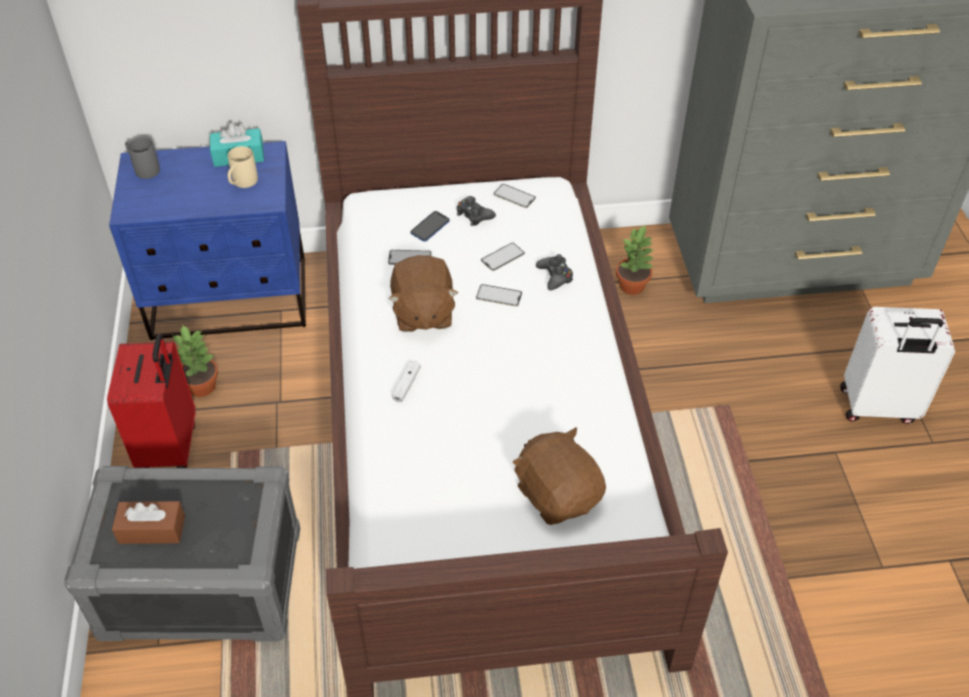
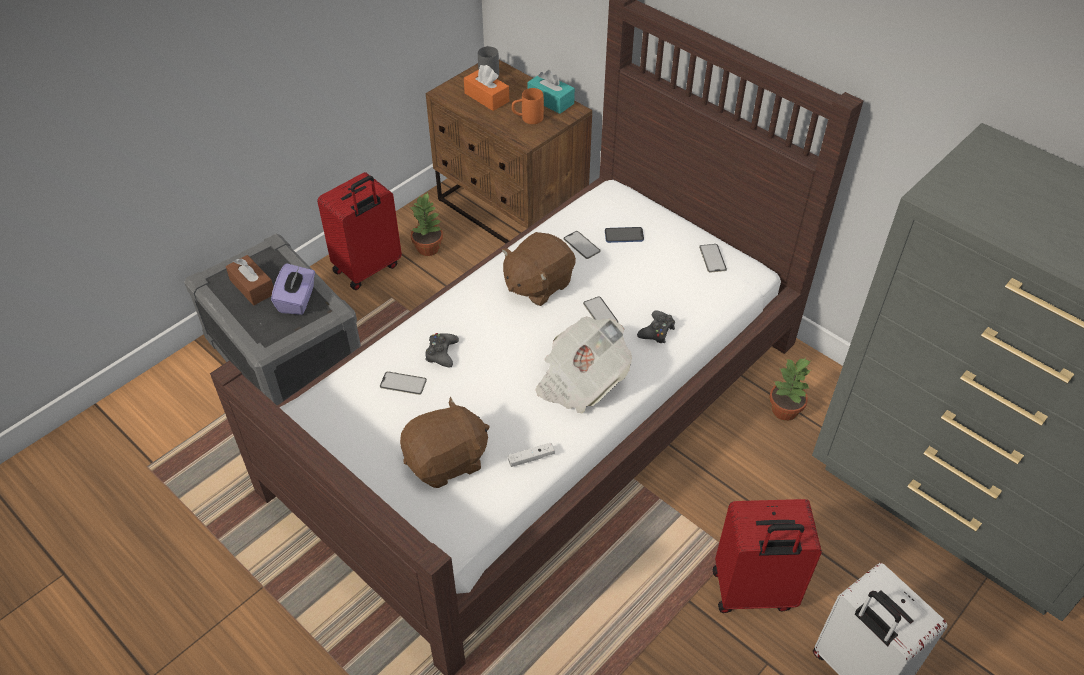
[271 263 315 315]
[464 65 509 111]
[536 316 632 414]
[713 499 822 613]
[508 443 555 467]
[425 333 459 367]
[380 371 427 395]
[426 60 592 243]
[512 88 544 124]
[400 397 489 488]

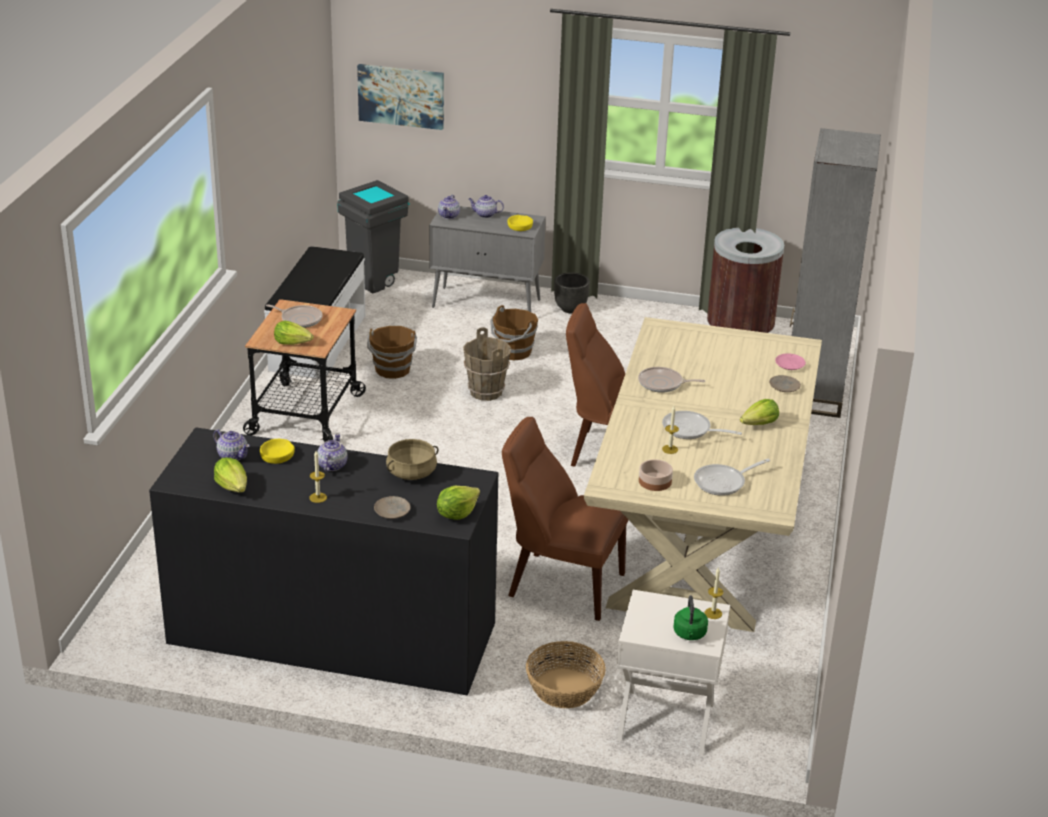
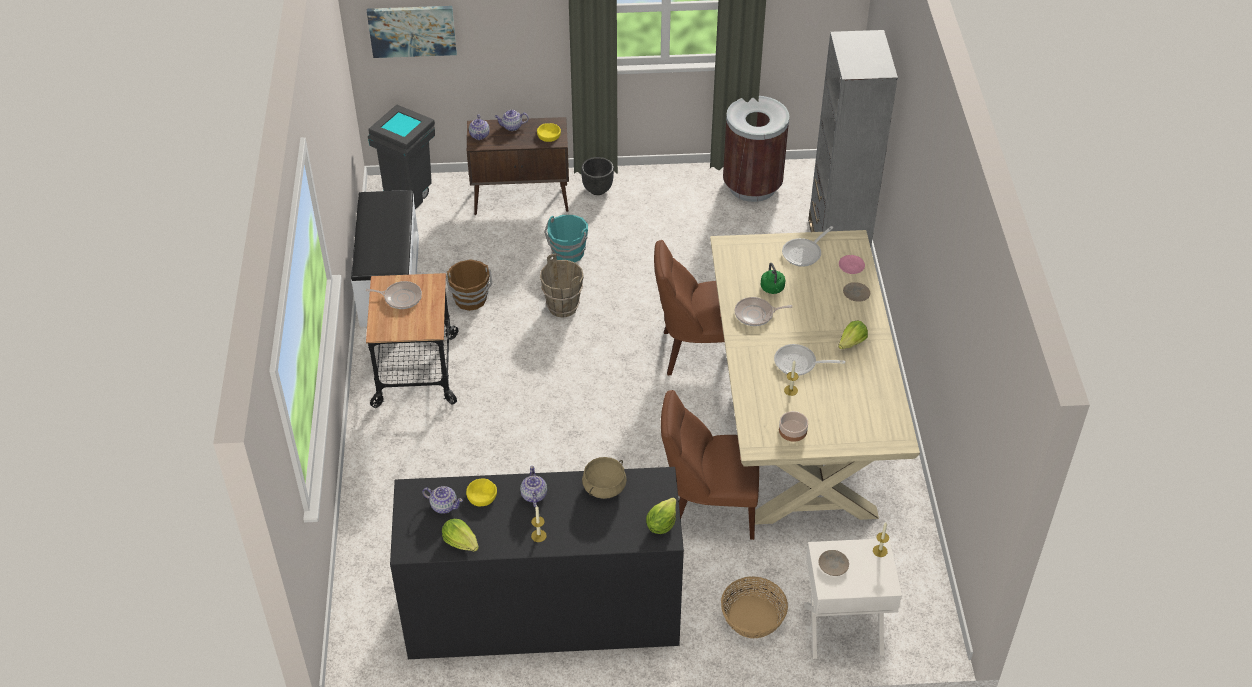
[274 321 314 345] (first image)
[818 550 849 576]
[761 263 785 294]
[782 226 833 267]
[467 117 569 215]
[544 215 588 262]

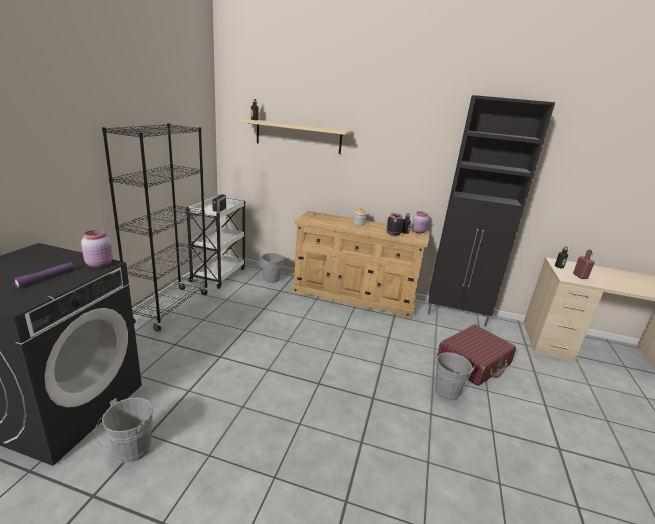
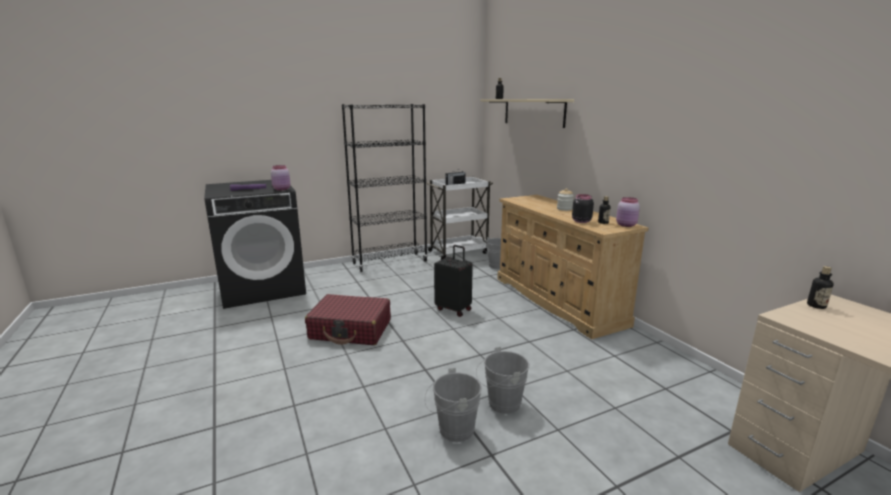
[428 95 555 327] (first image)
[573 249 595 279] (first image)
[434 245 473 317]
[425 368 482 442]
[305 294 391 345]

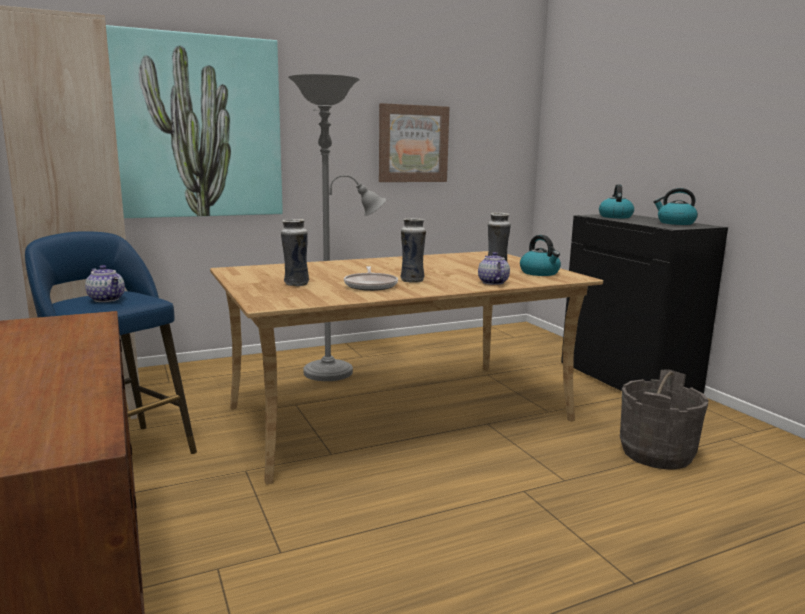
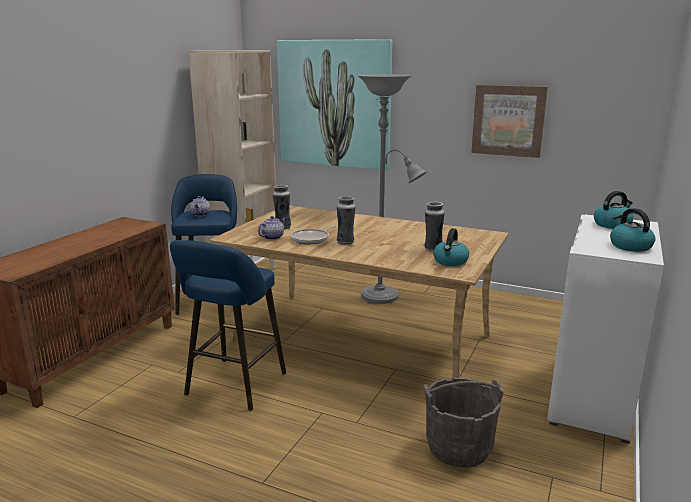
[170 240 286 411]
[258 216 286 240]
[547 214 664 444]

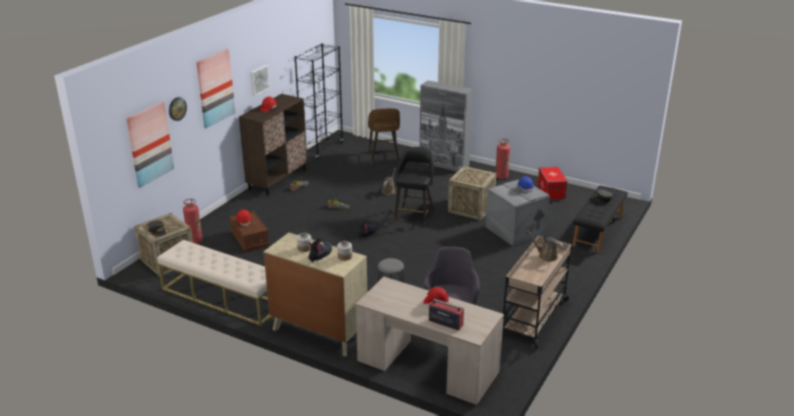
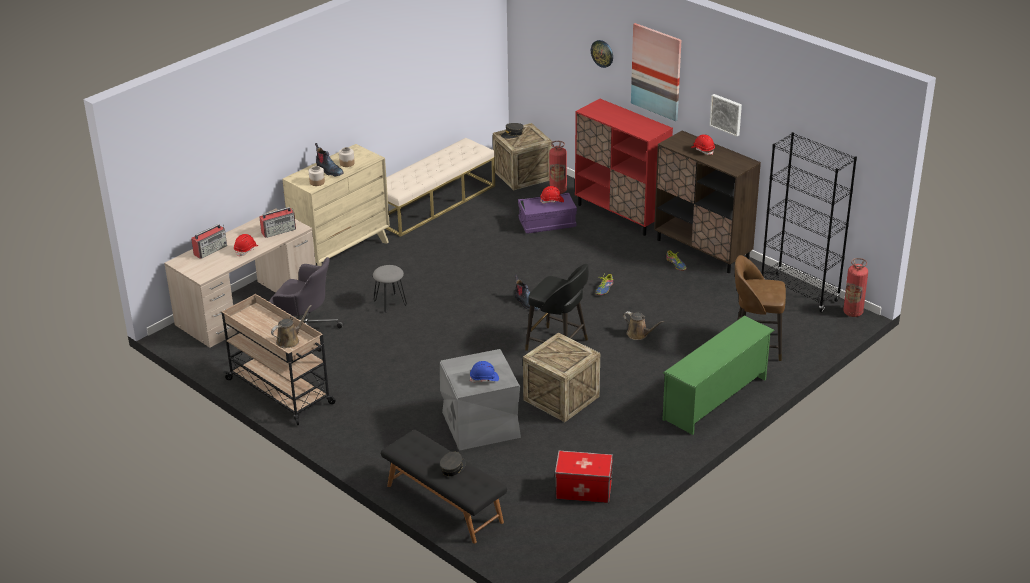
[126 102 174 188] (first image)
[259 207 296 238]
[575 99 673 236]
[843 258 868 317]
[662 316 775 435]
[518 193 577 233]

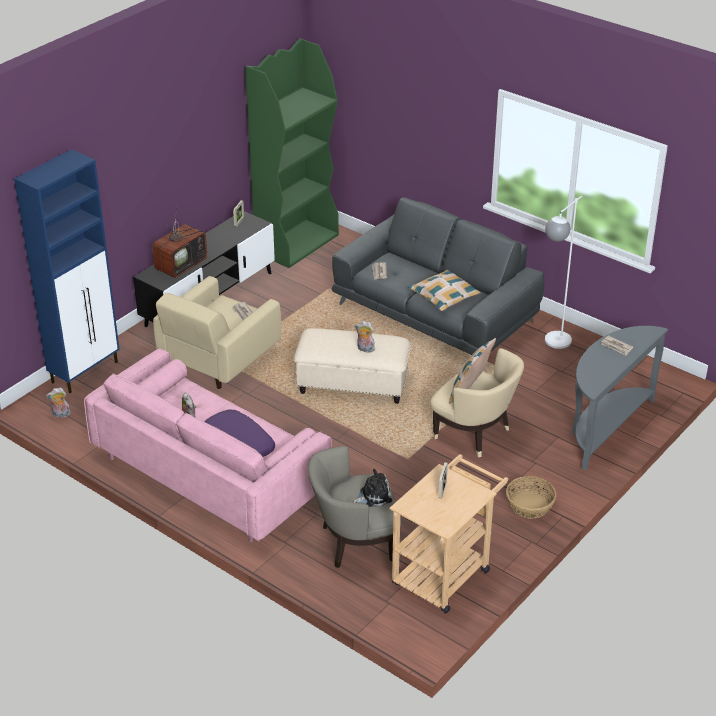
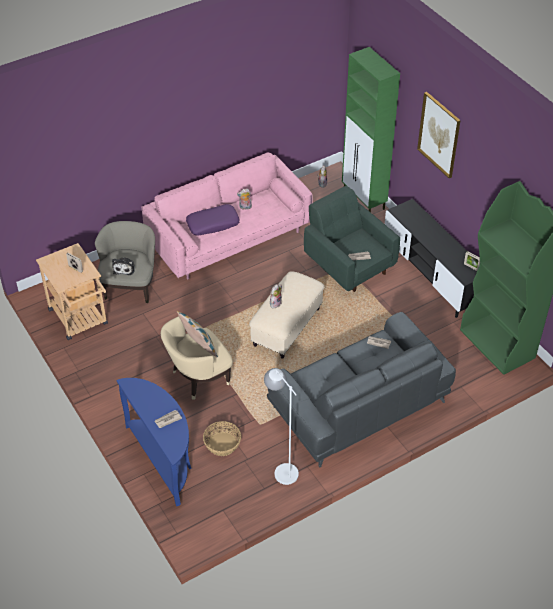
[152 205 207 278] (first image)
[408 270 481 311] (first image)
[417 92 461 178]
[203 421 241 456]
[342 47 400 212]
[304 186 400 292]
[116 378 191 506]

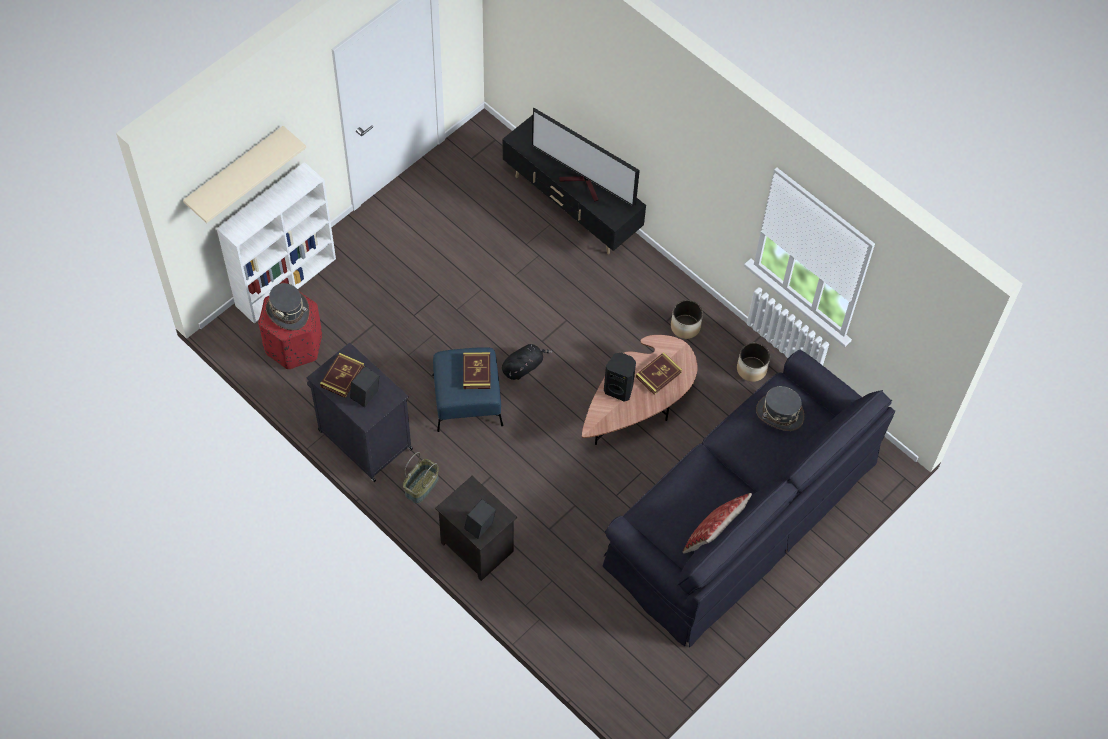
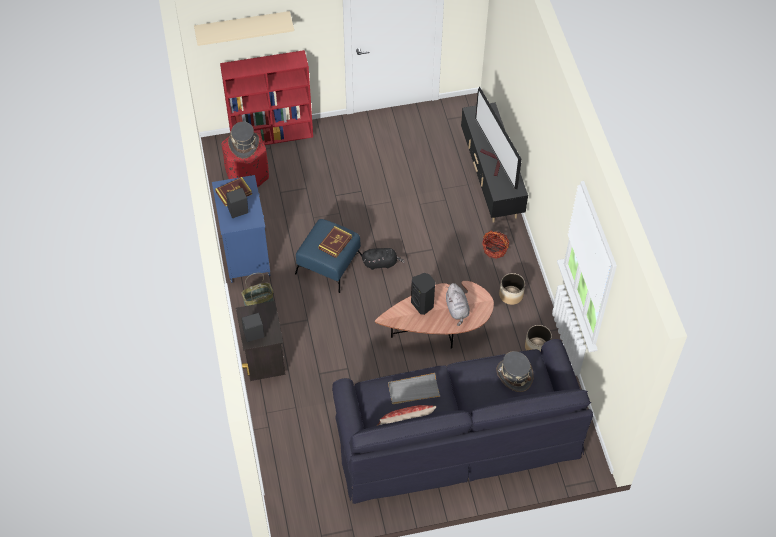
[388 373 441 404]
[482 231 510 259]
[445 283 470 326]
[220 50 313 145]
[212 175 270 283]

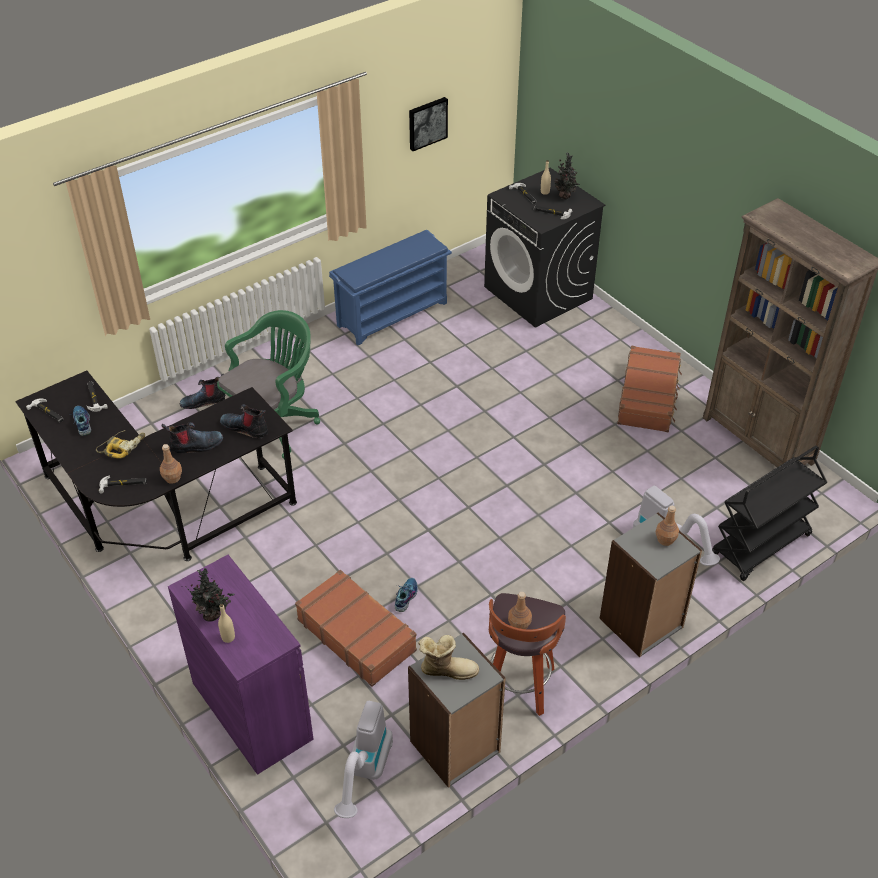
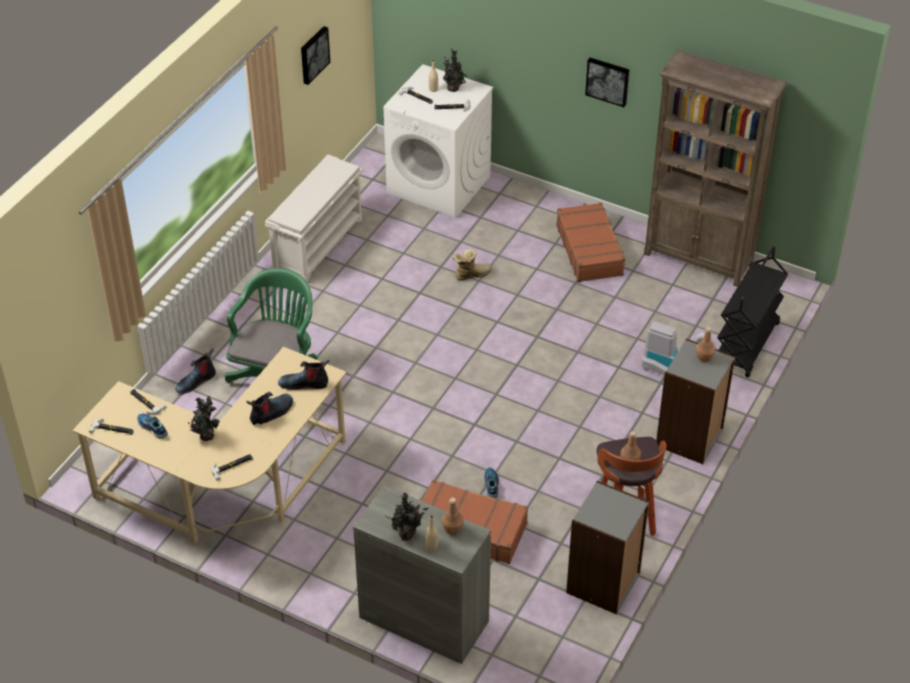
[334 701 393 818] (first image)
[585 58 629 107]
[442 498 464 535]
[453 249 492 280]
[188 396 220 441]
[72 347 347 545]
[353 485 491 664]
[265 155 363 282]
[383 64 493 218]

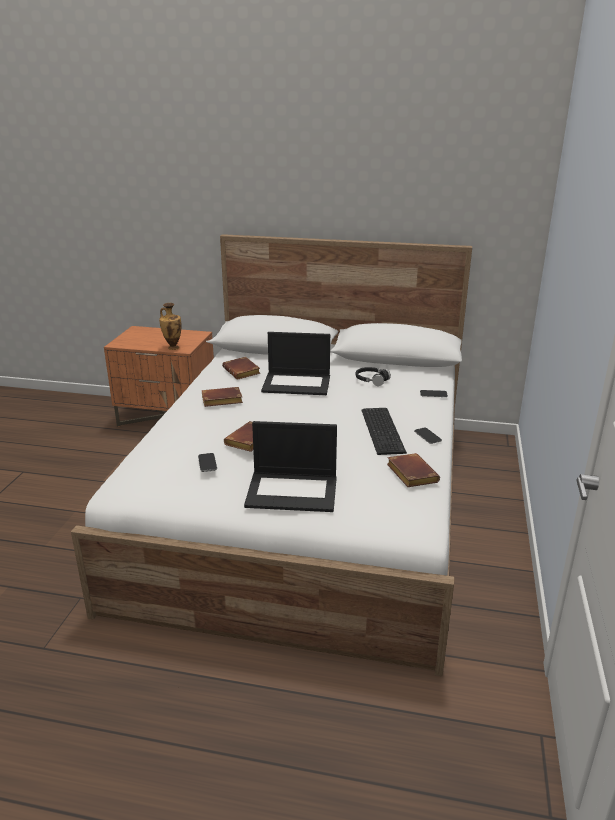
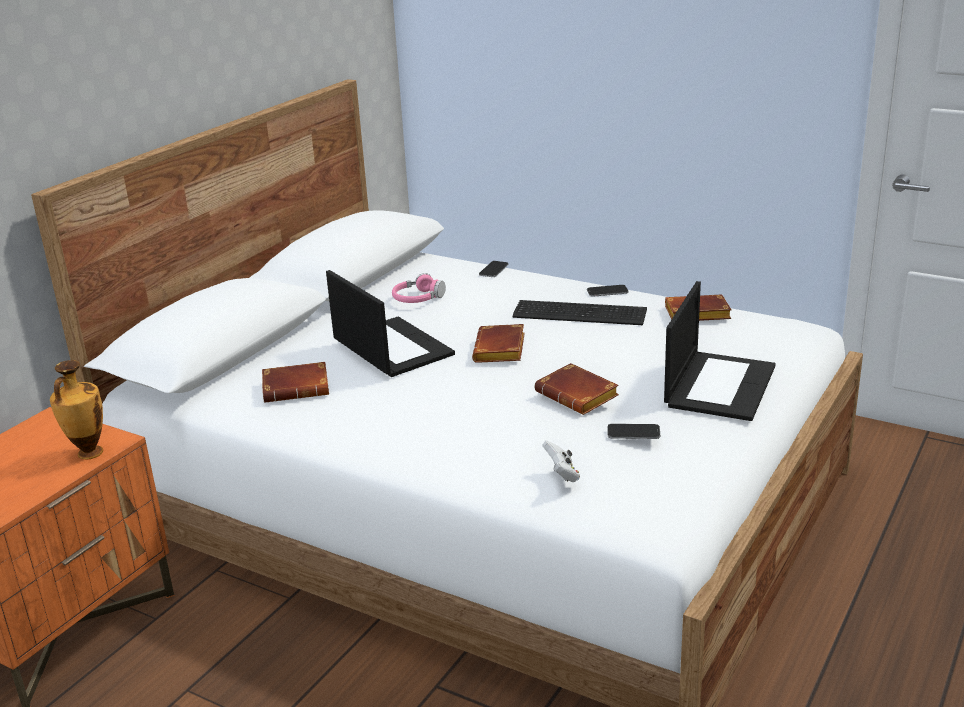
[542 441 580 482]
[472 324 525 363]
[392 273 446 303]
[326 270 455 377]

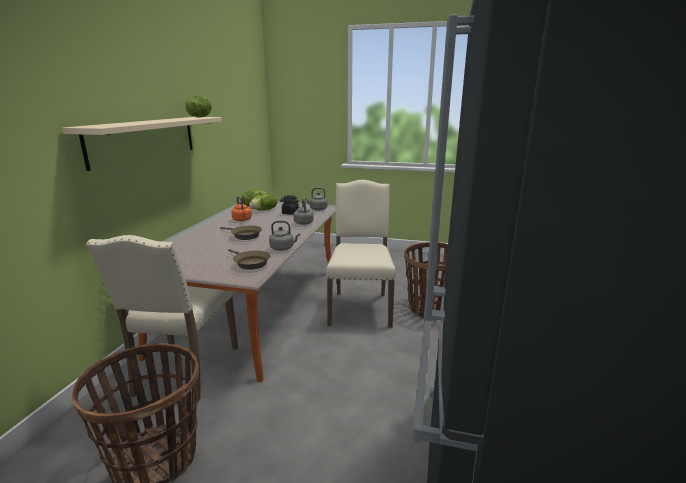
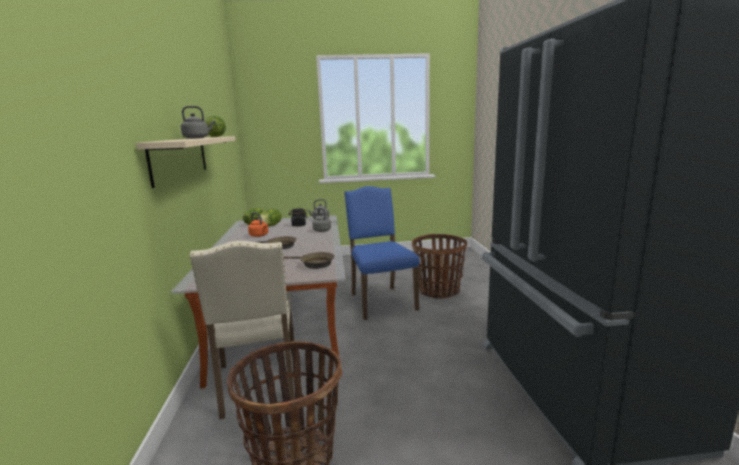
[181 106 215 139]
[344 186 420 320]

